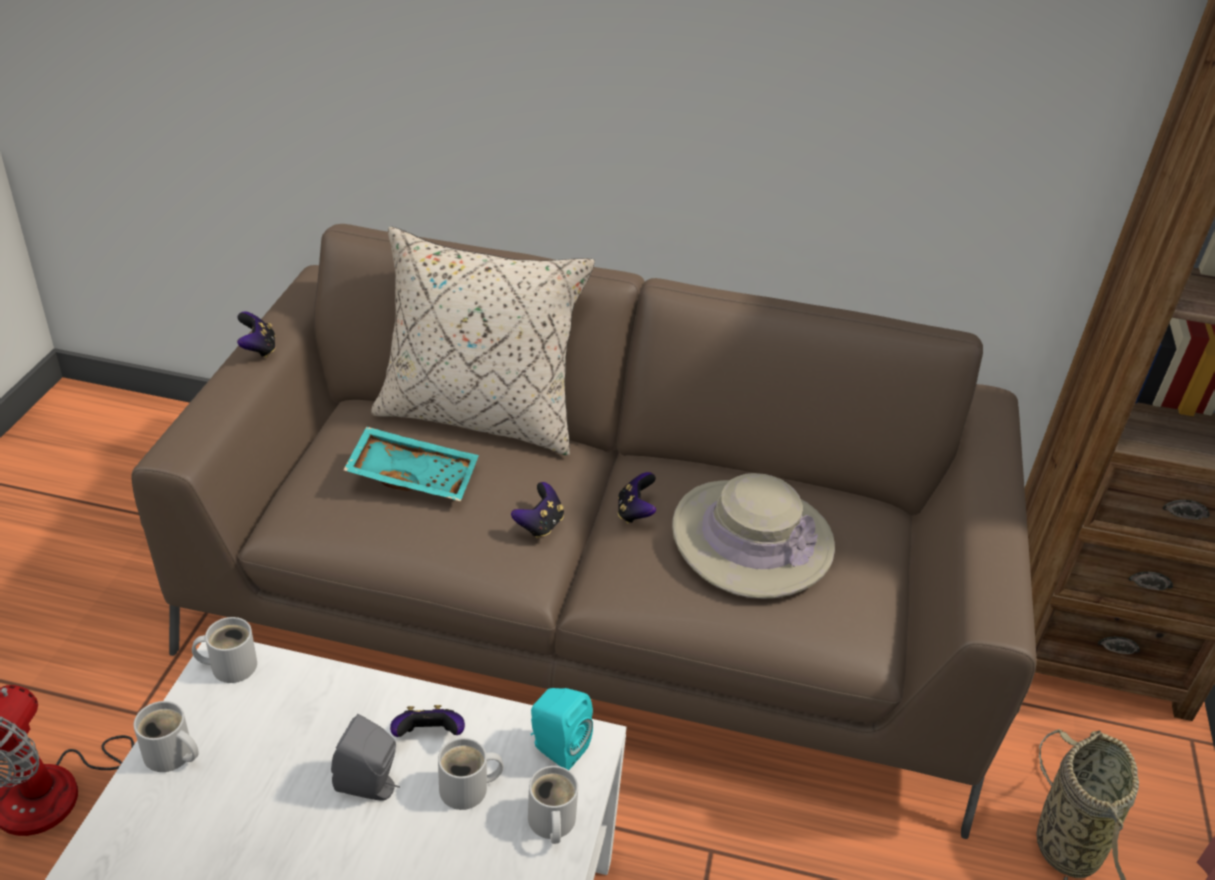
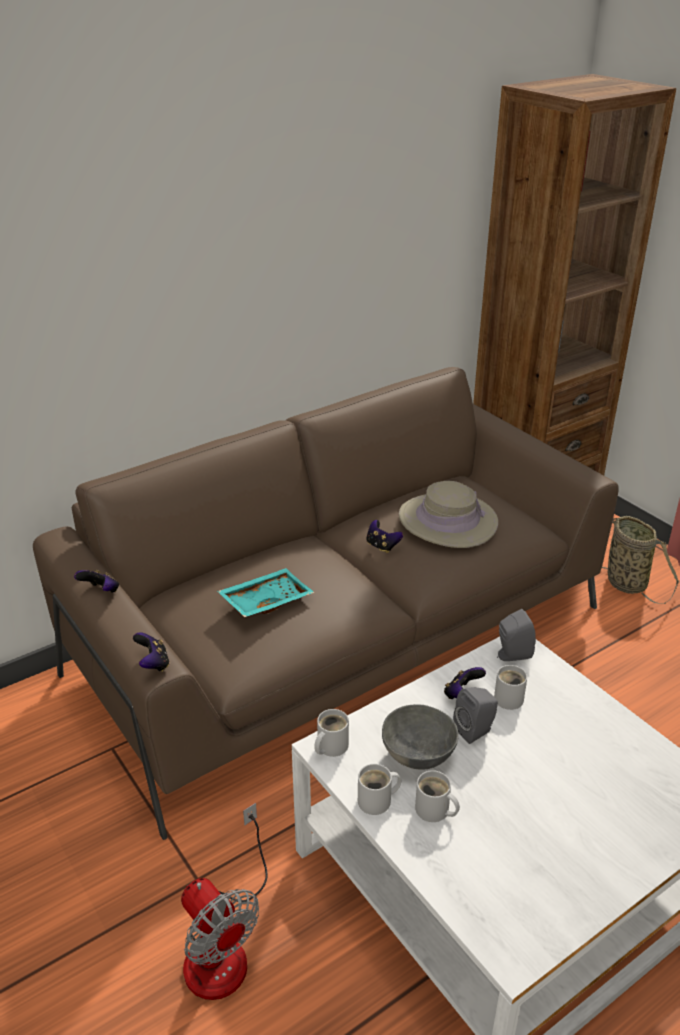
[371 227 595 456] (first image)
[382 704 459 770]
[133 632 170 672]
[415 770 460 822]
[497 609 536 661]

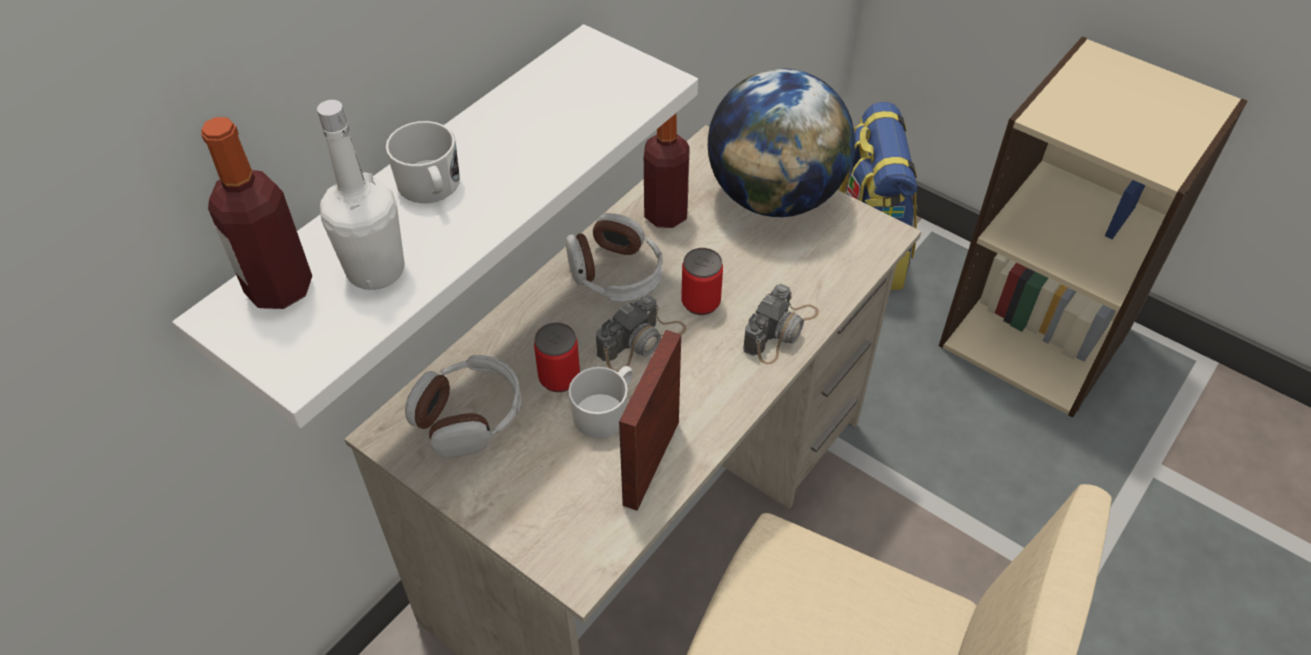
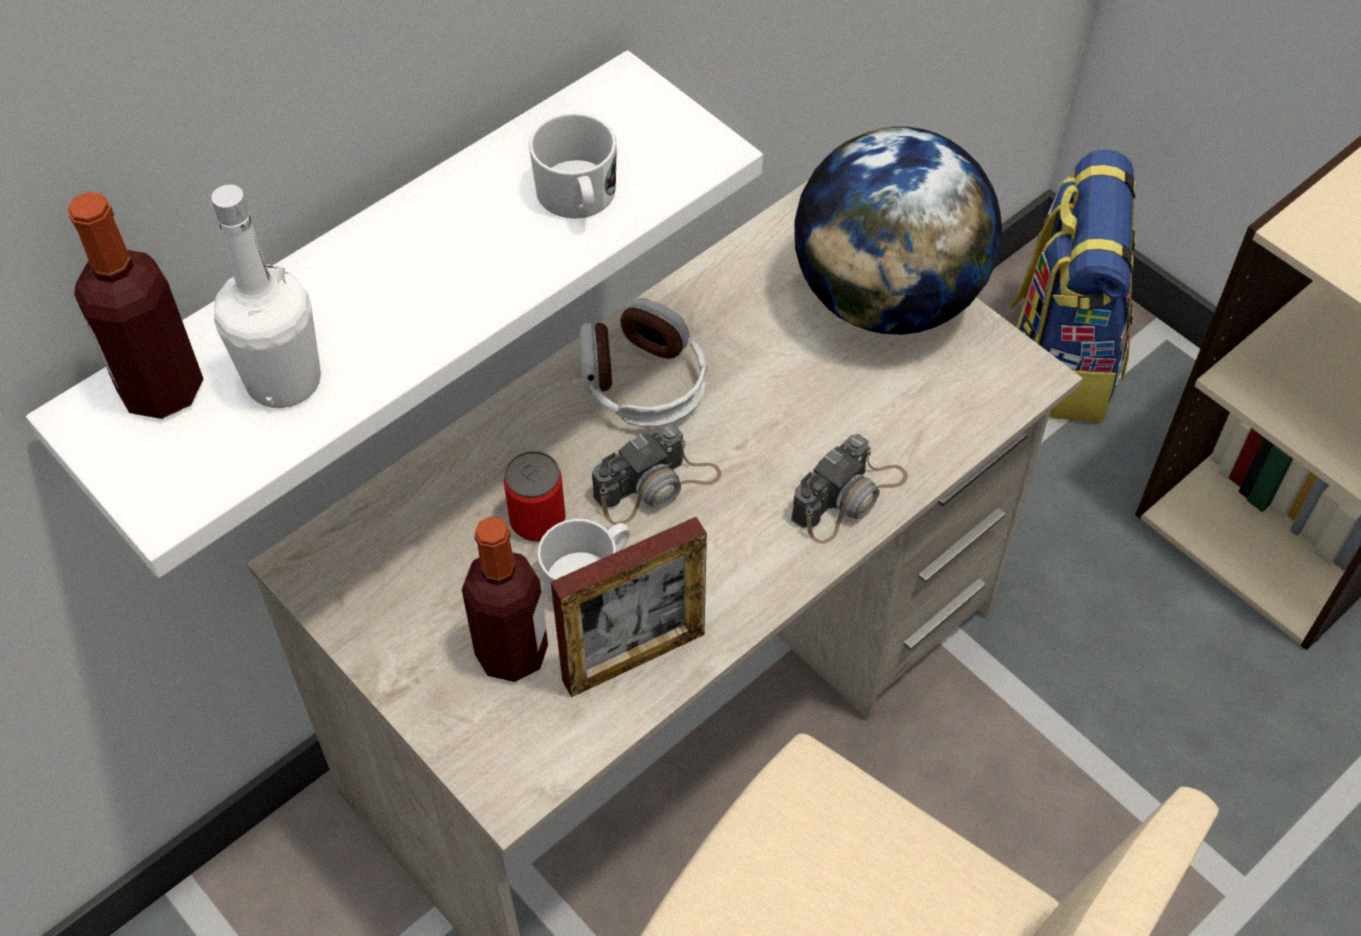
[405 355 522 457] (first image)
[681 248 723 315] (first image)
[529 113 617 219]
[462 516 548 682]
[551 517 707 697]

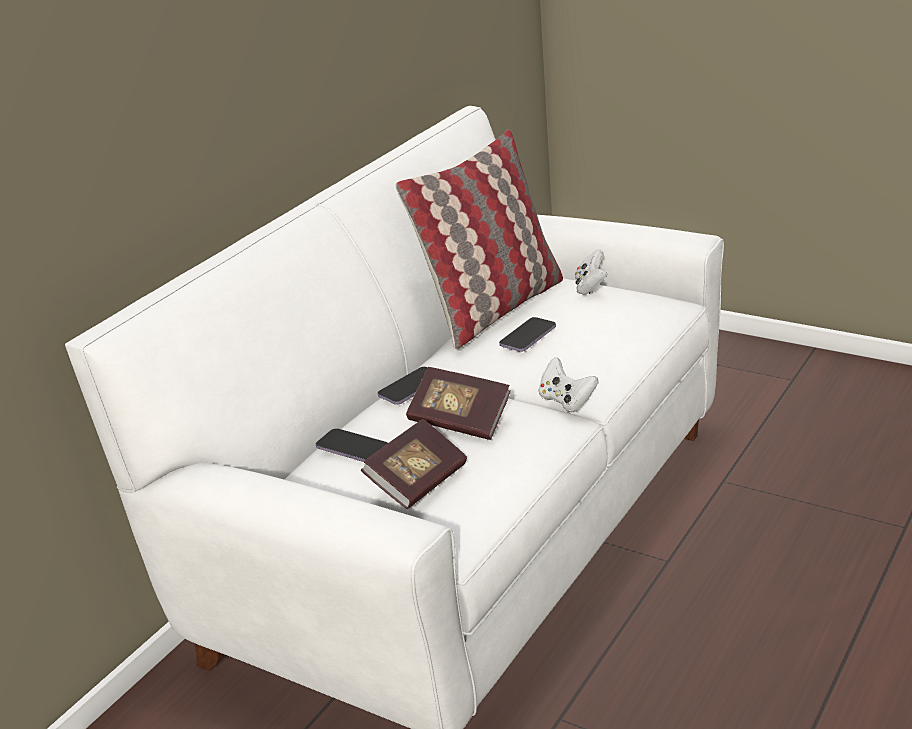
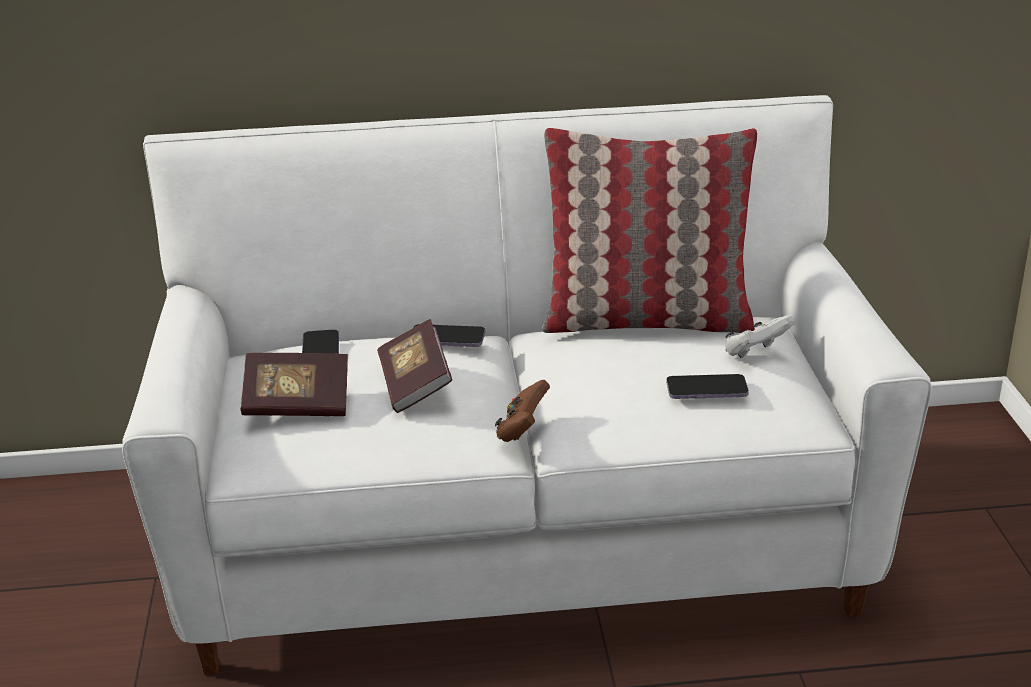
[666 374 749 399]
[495 380 550 442]

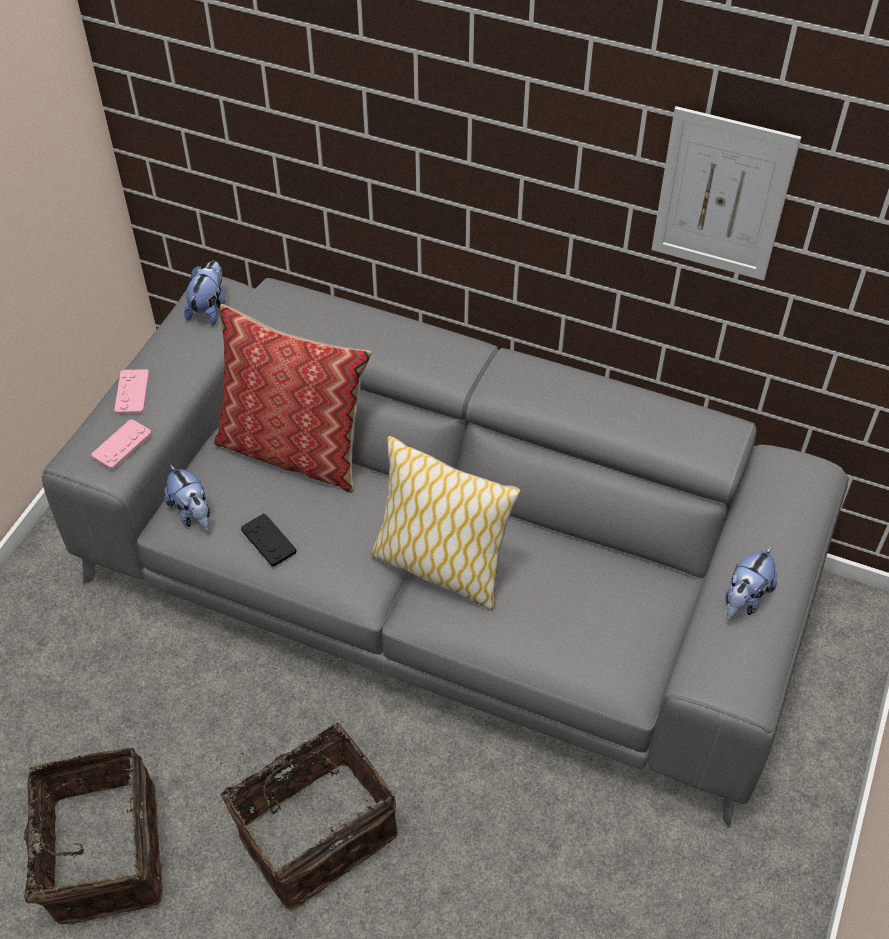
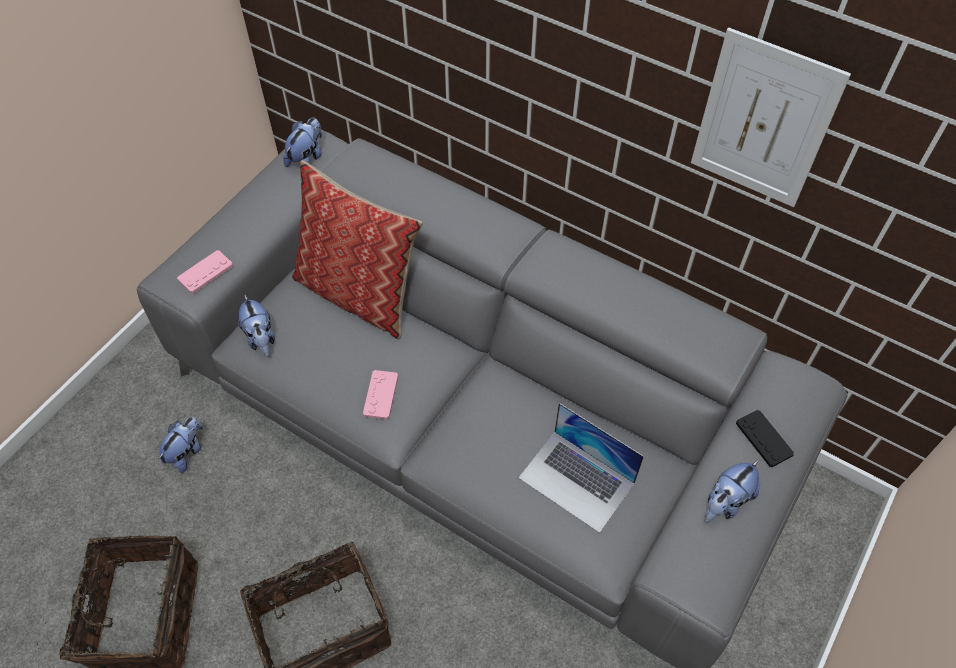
[371 436 521 610] (first image)
[158 417 203 473]
[519 403 644 533]
[363 370 398 419]
[736 410 794 467]

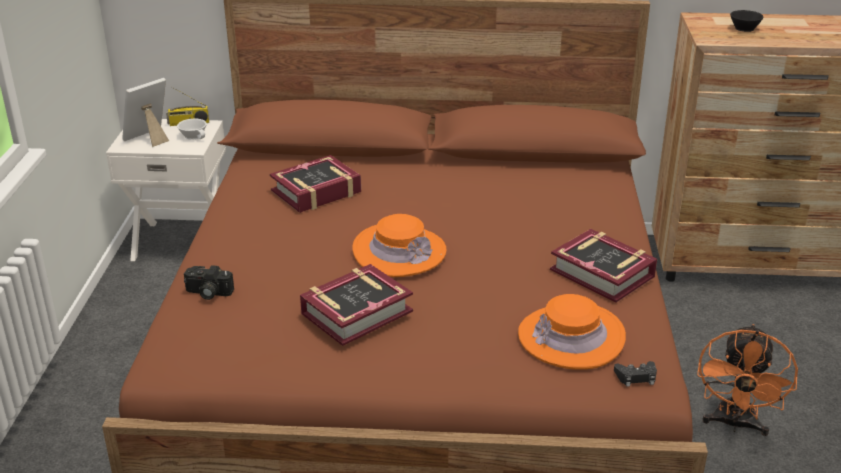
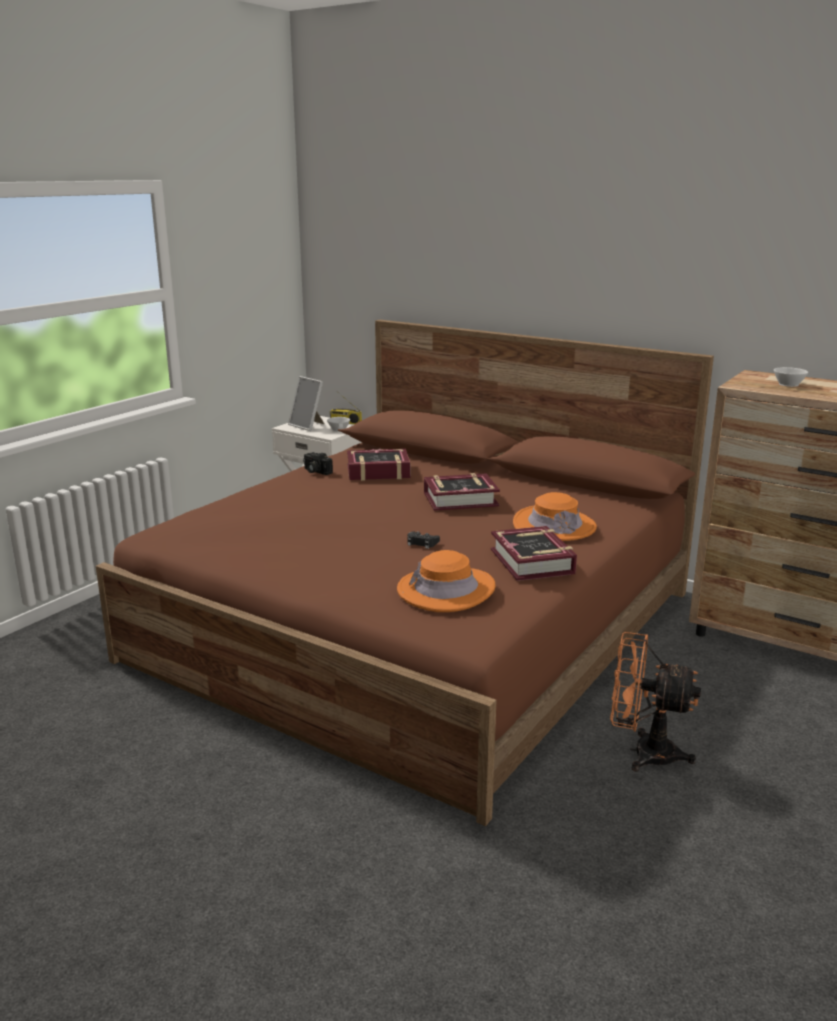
[303 452 333 475]
[424 473 500 511]
[513 492 597 541]
[407 531 440 549]
[774 367 808 387]
[288 376 325 431]
[610 632 701 772]

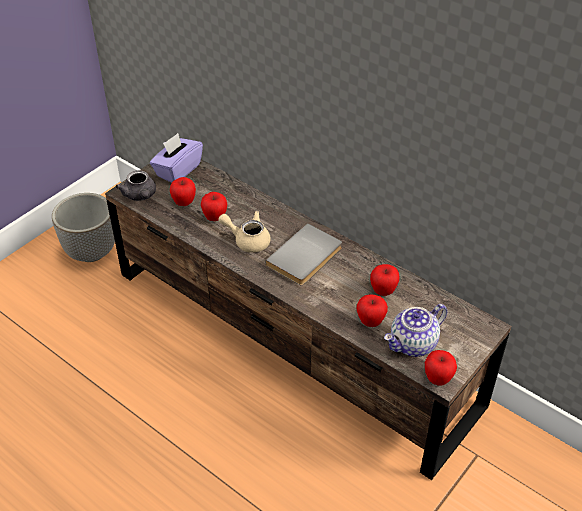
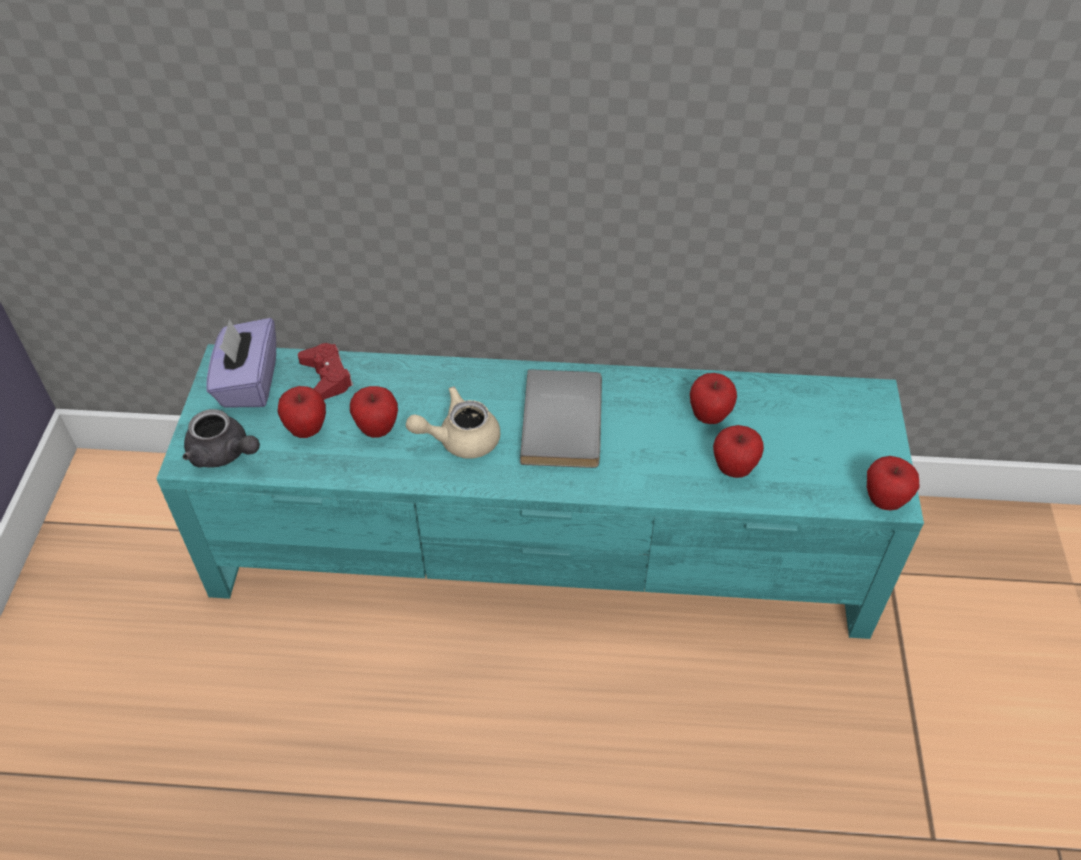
[52 193 115 262] (first image)
[384 304 447 357] (first image)
[298 343 354 400]
[156 344 924 639]

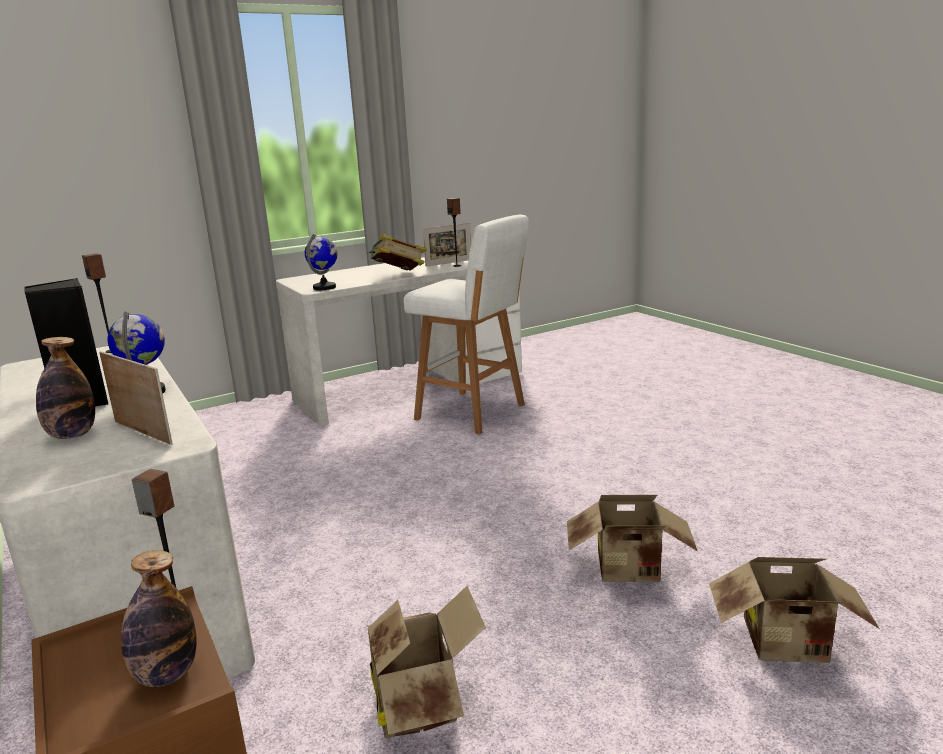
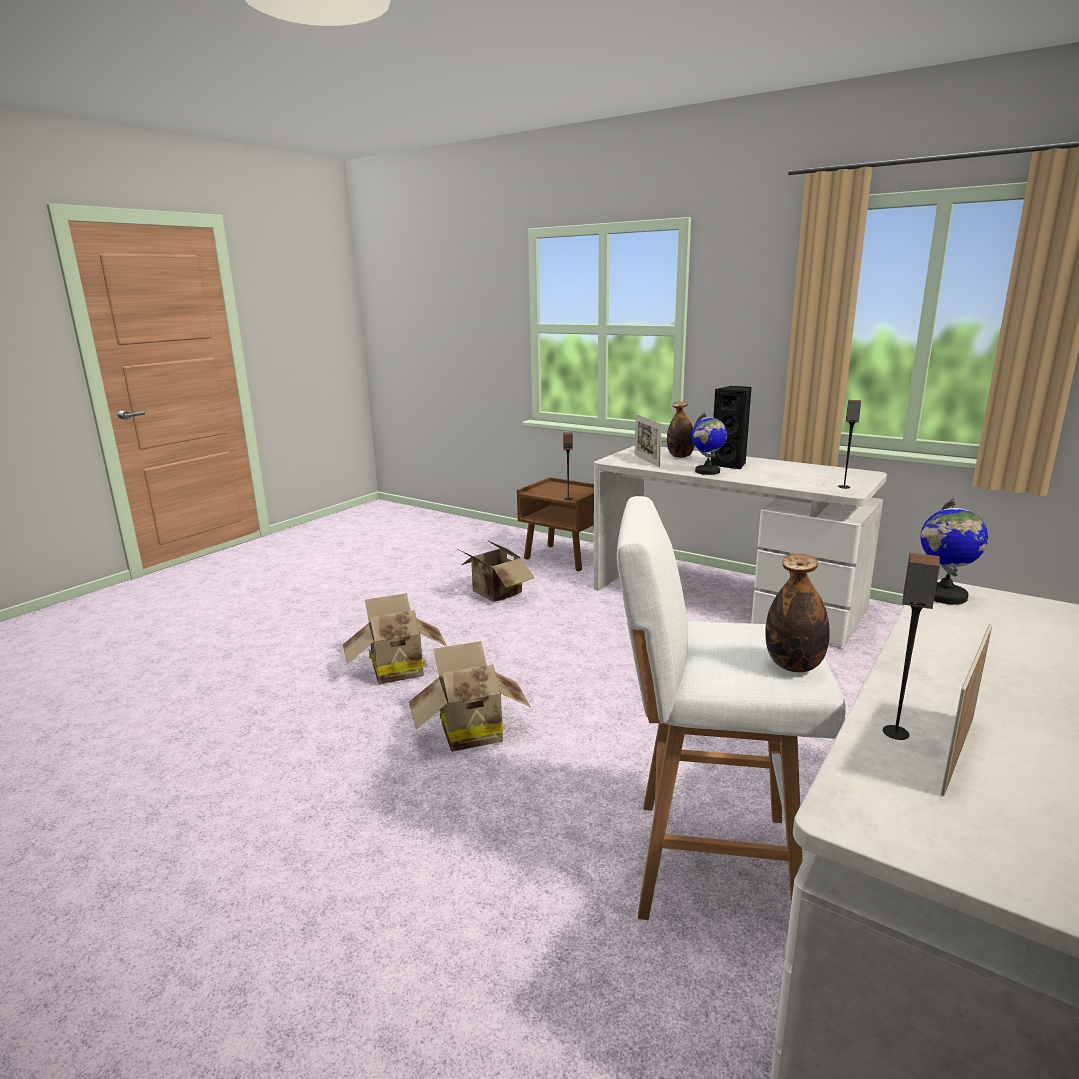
[367 234 427 270] (first image)
[765 553 830 672]
[409 641 531 752]
[635 414 662 467]

